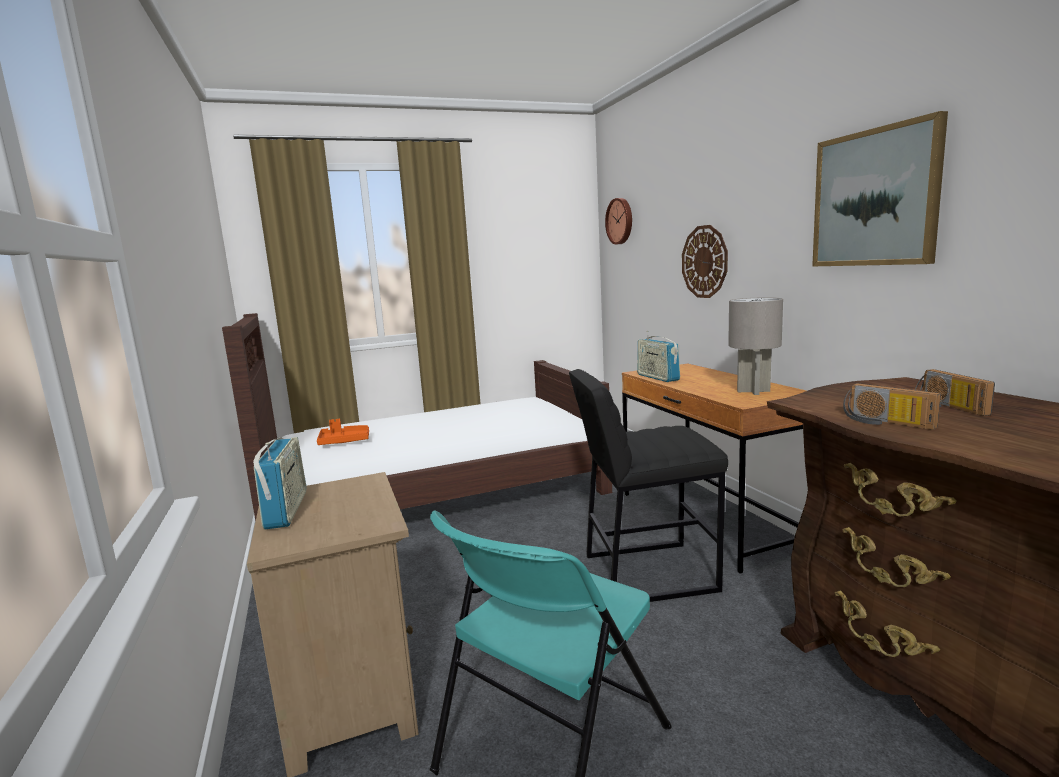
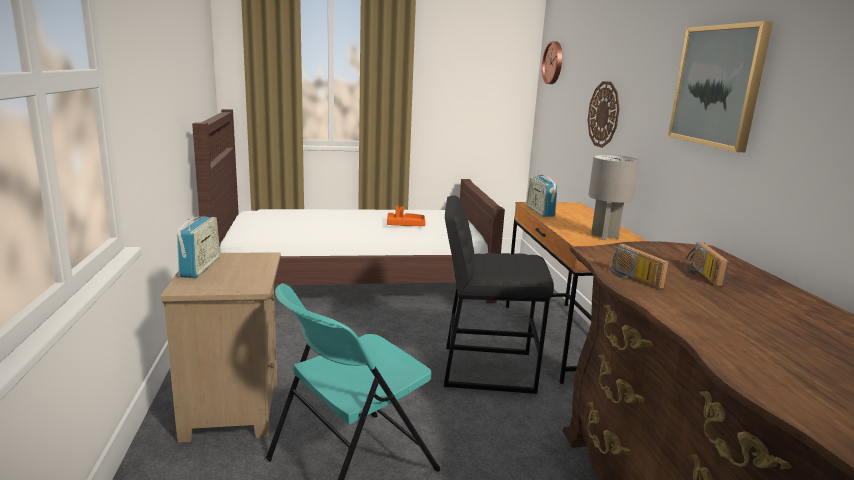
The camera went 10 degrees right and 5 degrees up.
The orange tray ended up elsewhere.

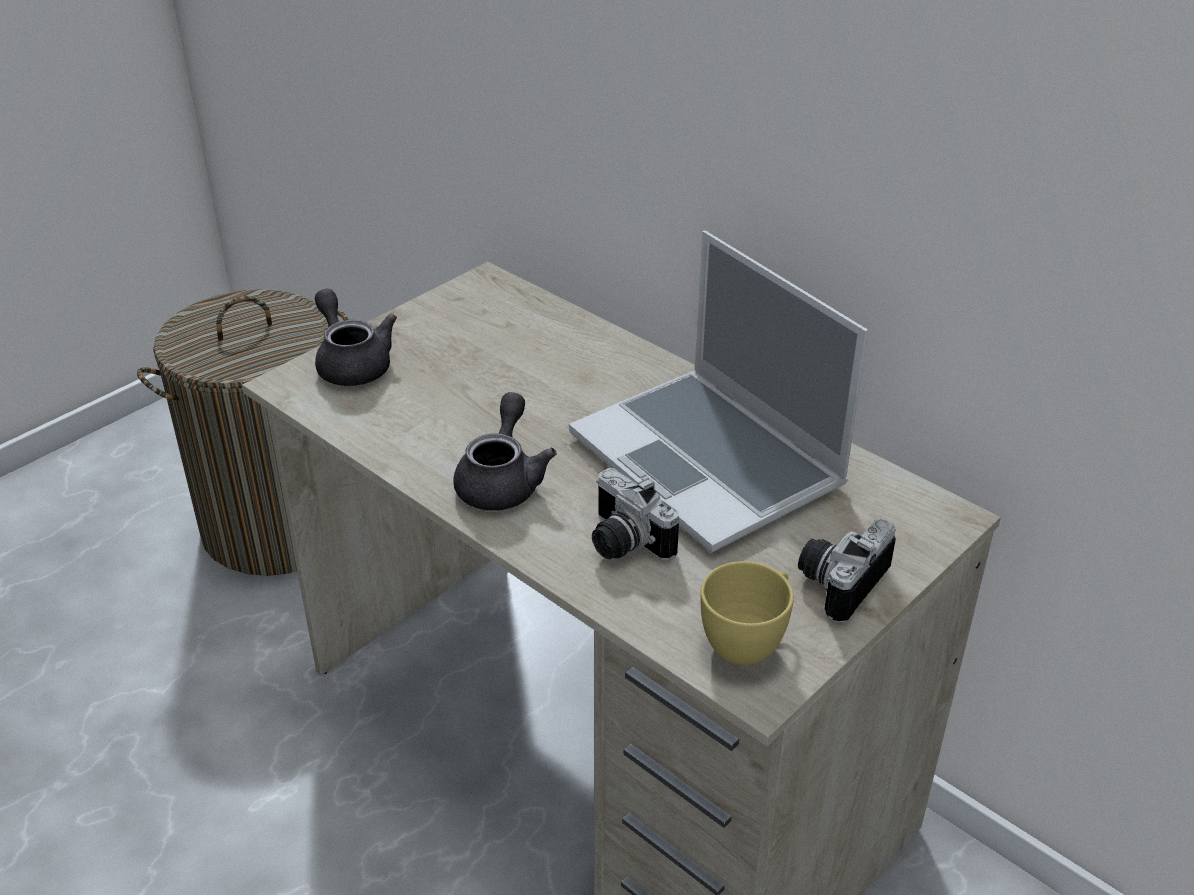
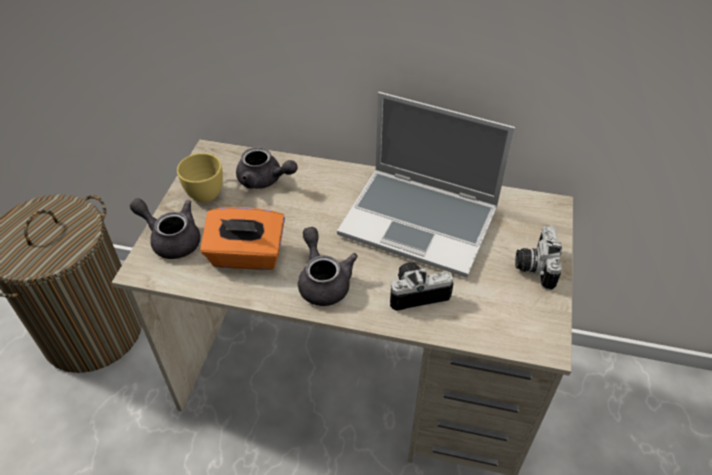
The camera went 30 degrees left and 10 degrees up.
The second view gained the orange tissue box.
The second view gained the gray teapot (2nd from left).
The yellowish drinking cup ended up elsewhere.
The still camera (1st from left) ended up facing another way, 150 degrees clockwise from before.

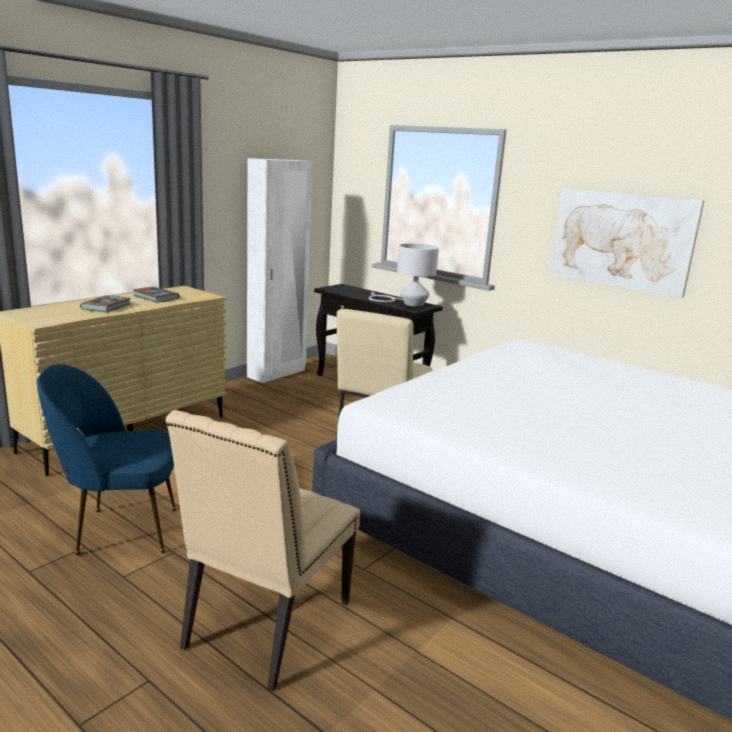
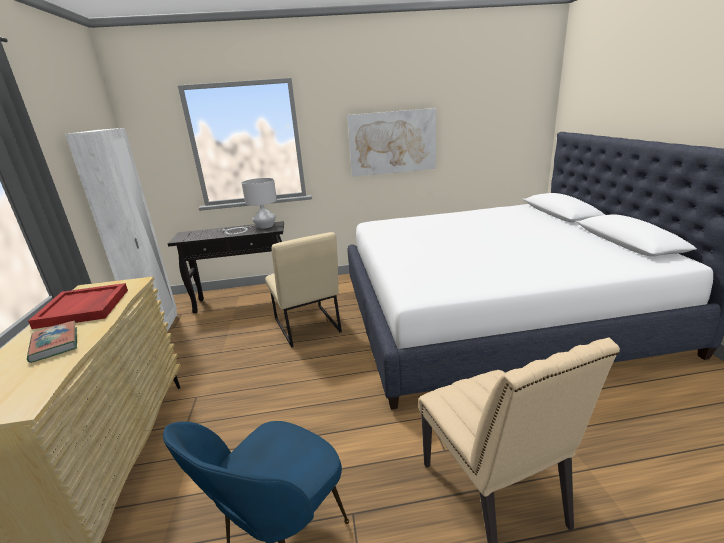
The camera went 45 degrees left and 5 degrees up.
Where the volume (2nd from left) stood, the reddish tray came to stand.

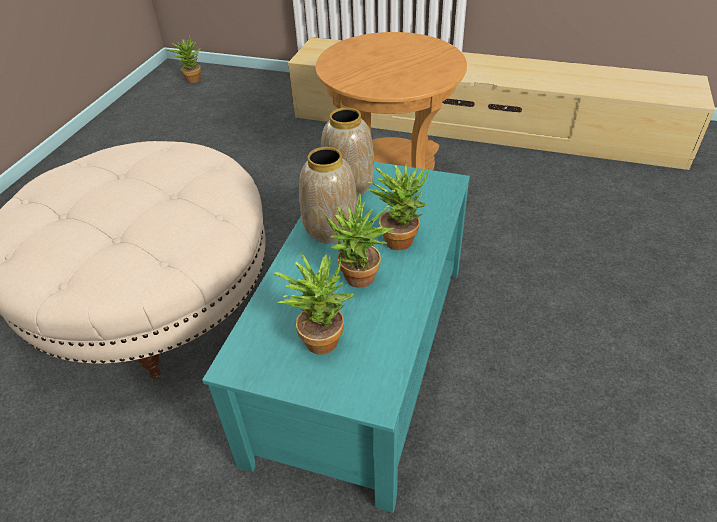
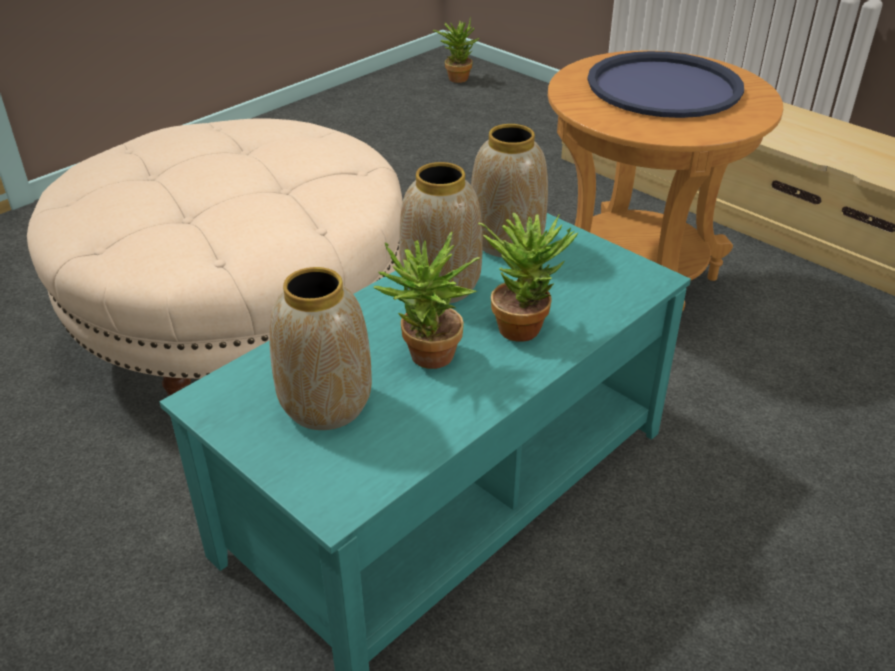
The camera went 25 degrees right and 5 degrees down.
The second view gained the bluish tray.
Where the potted plant (2nd from left) stood, the flower vase (1st from left) came to stand.

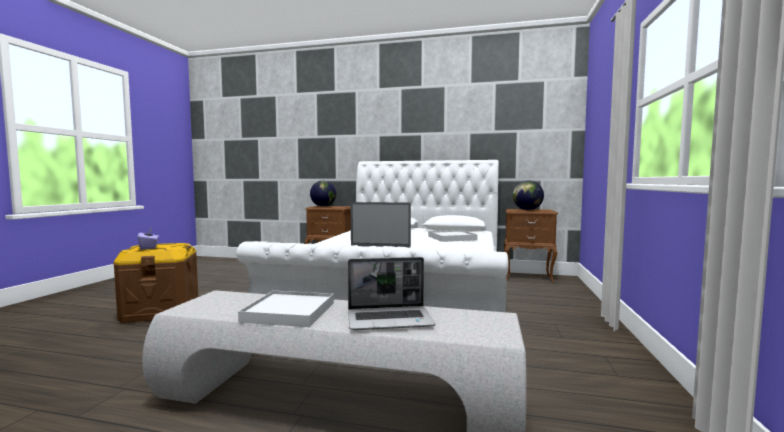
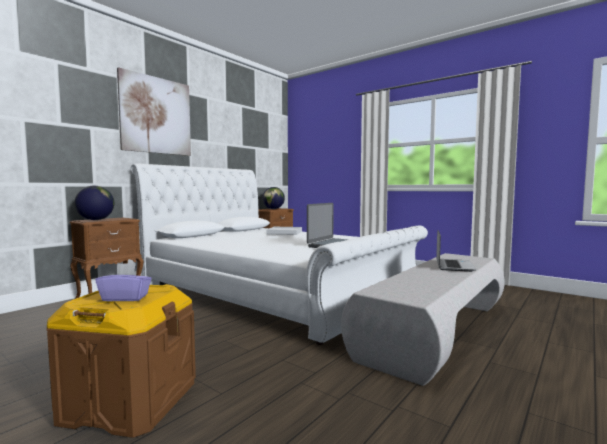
The camera went 65 degrees left and 0 degrees up.
The second view lost the white-coloured tray (1st from left).
The second view gained the picture.

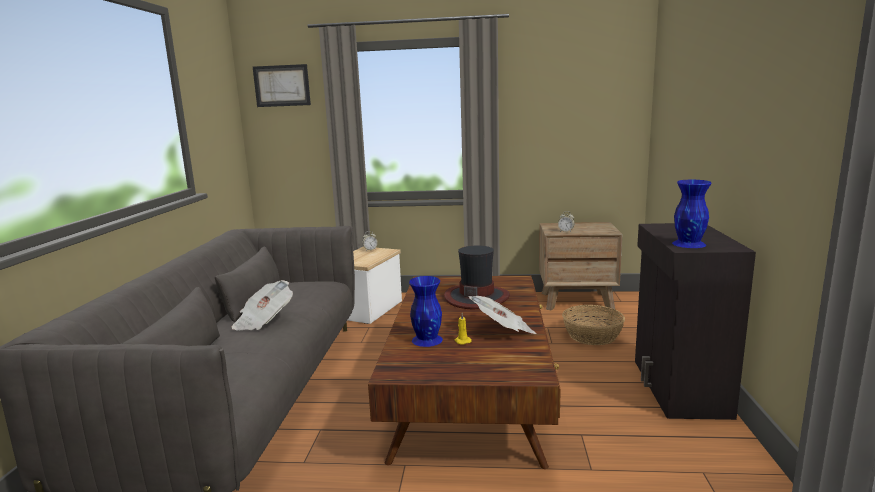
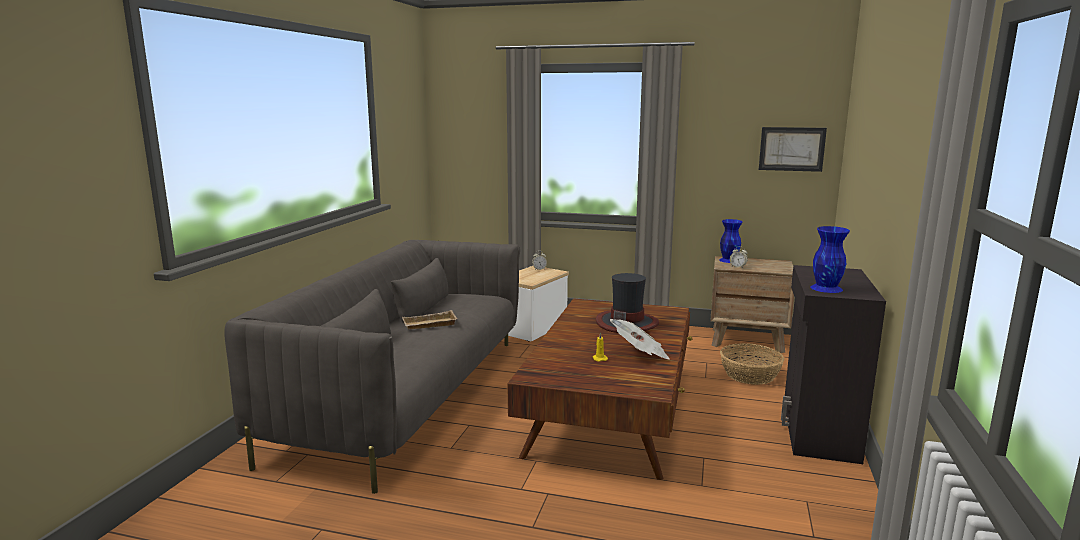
The camera went 10 degrees right and 0 degrees up.
The picture ended up elsewhere.
The bluish flower vase (1st from left) ended up elsewhere.
Where the newspaper (1st from left) stood, the sand-coloured tray came to stand.

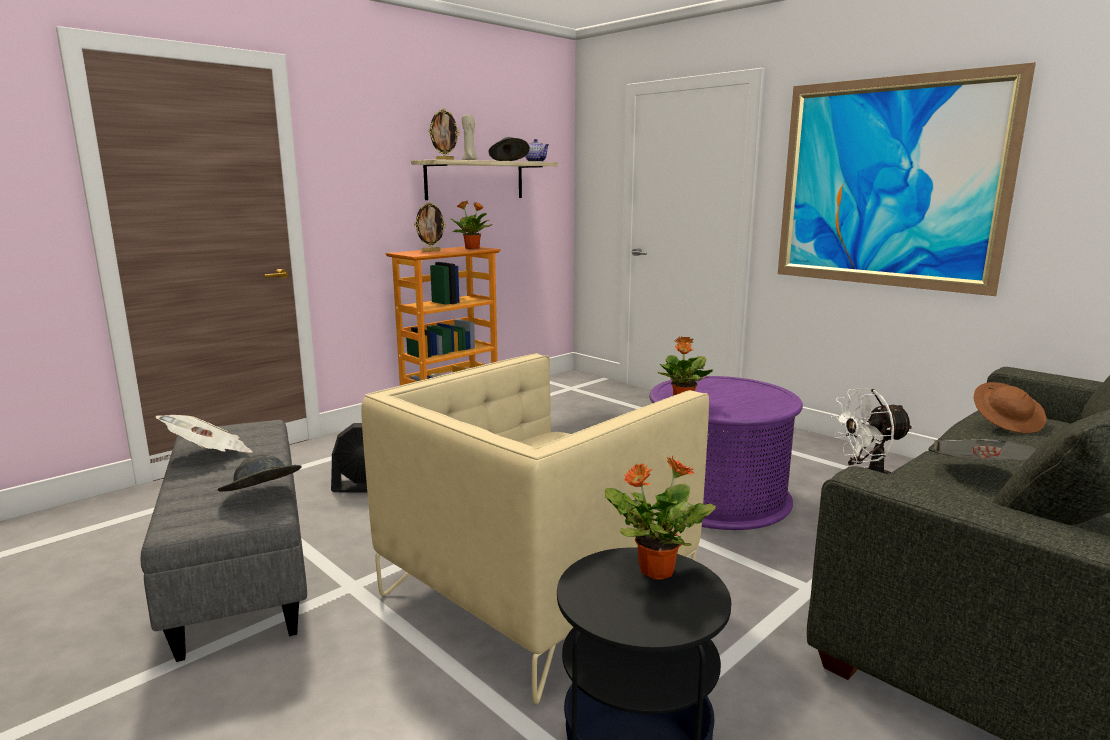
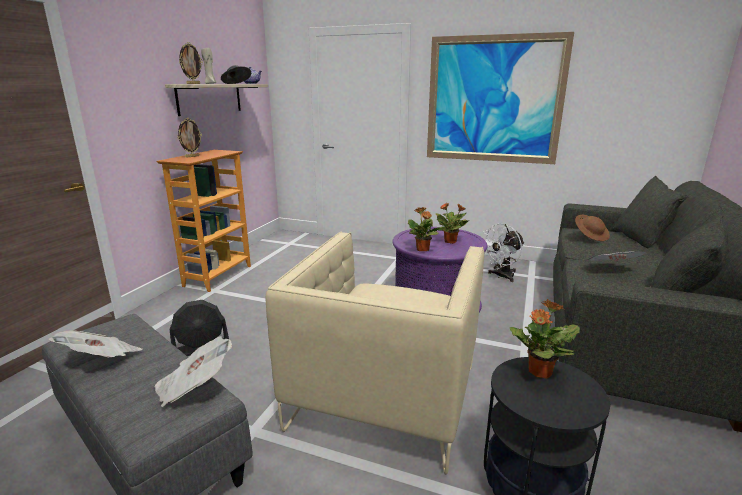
The camera went 25 degrees left and 5 degrees up.
The potted plant (1st from left in the first image) ended up elsewhere.
Where the gray hat (1st from left) stood, the newspaper (2nd from left) came to stand.

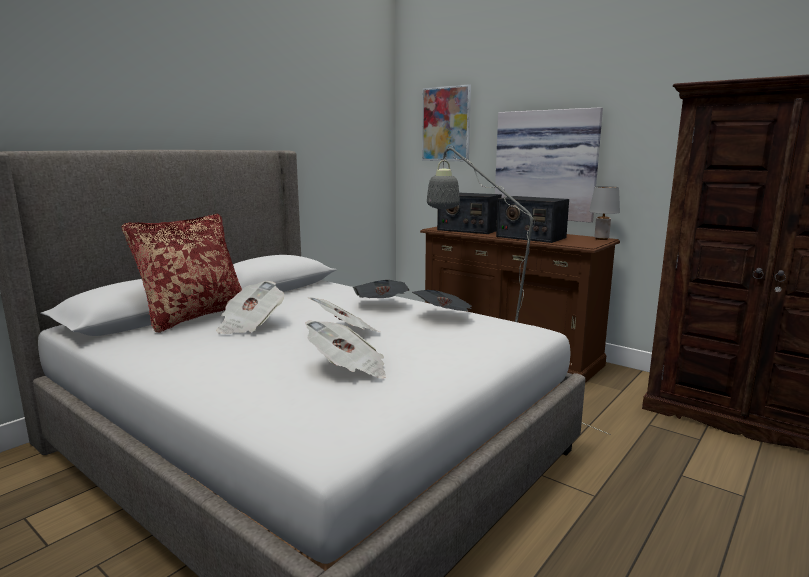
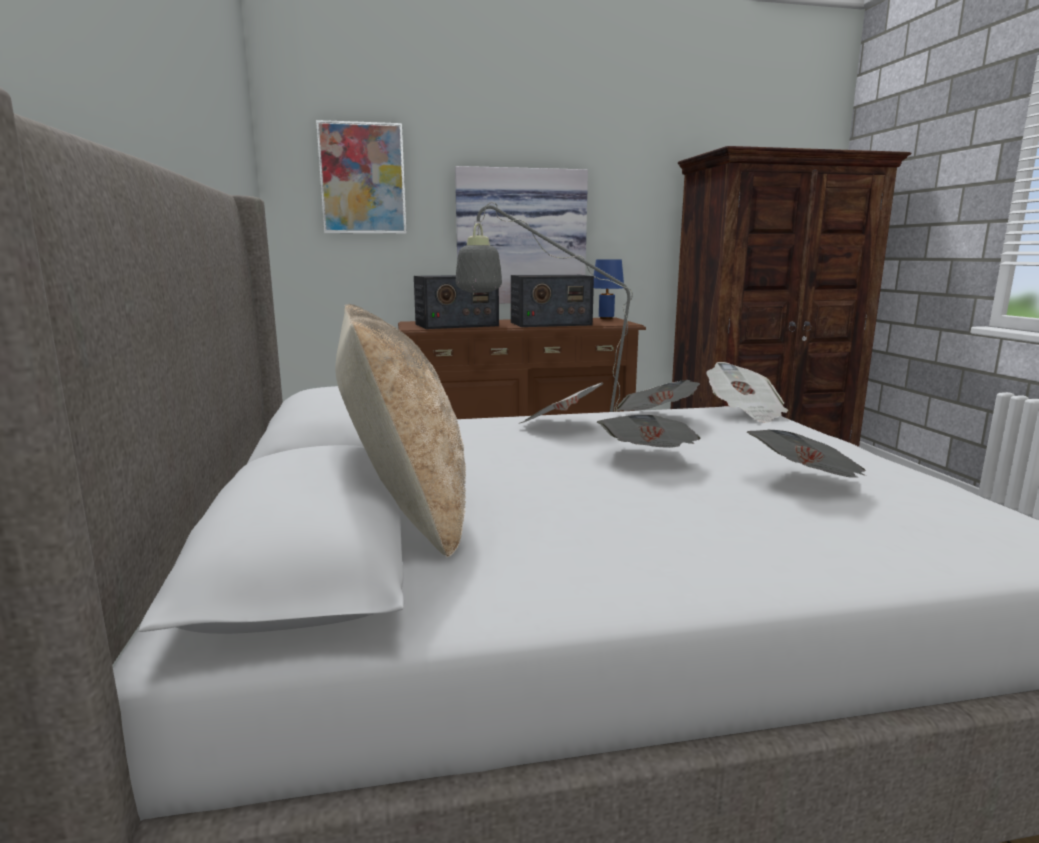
The camera went 50 degrees left and 0 degrees up.
The newspaper (1st from left in the first image) ended up elsewhere.
What was the reddish cushion turned into the sand-coloured cushion.
What was the gray table lamp turned into the bluish table lamp.

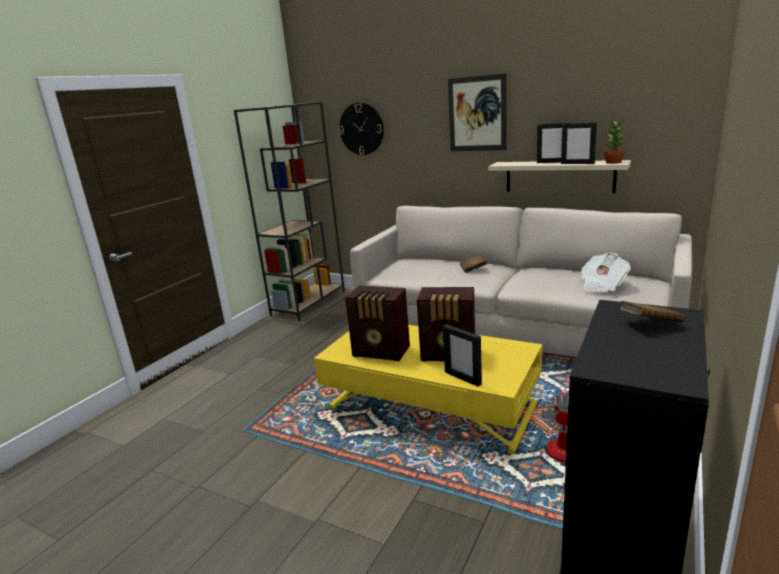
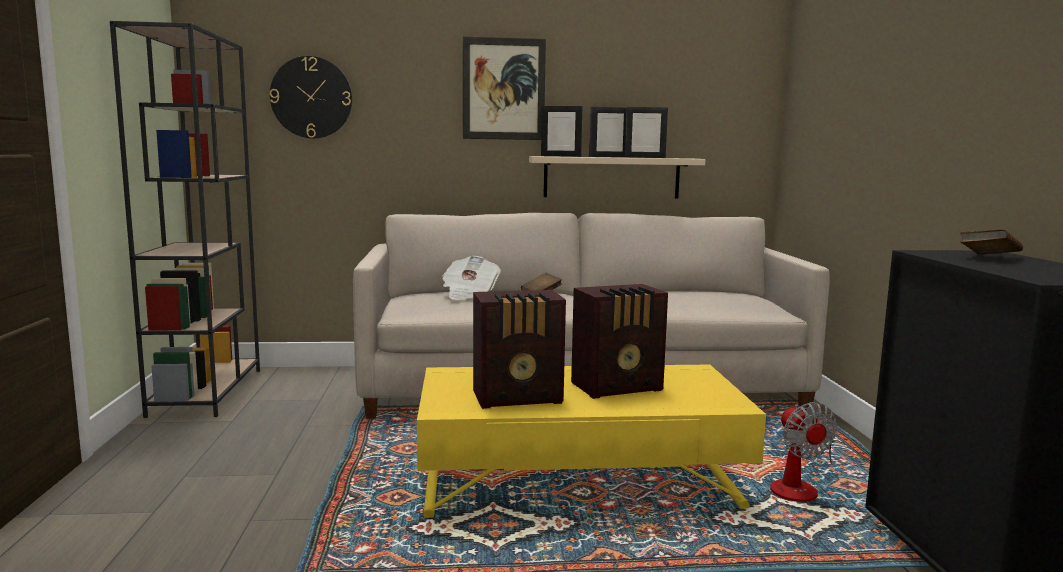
The camera went 35 degrees left and 10 degrees down.
The second view lost the potted plant.
The standing frame (1st from left) ended up elsewhere.
The newspaper ended up elsewhere.

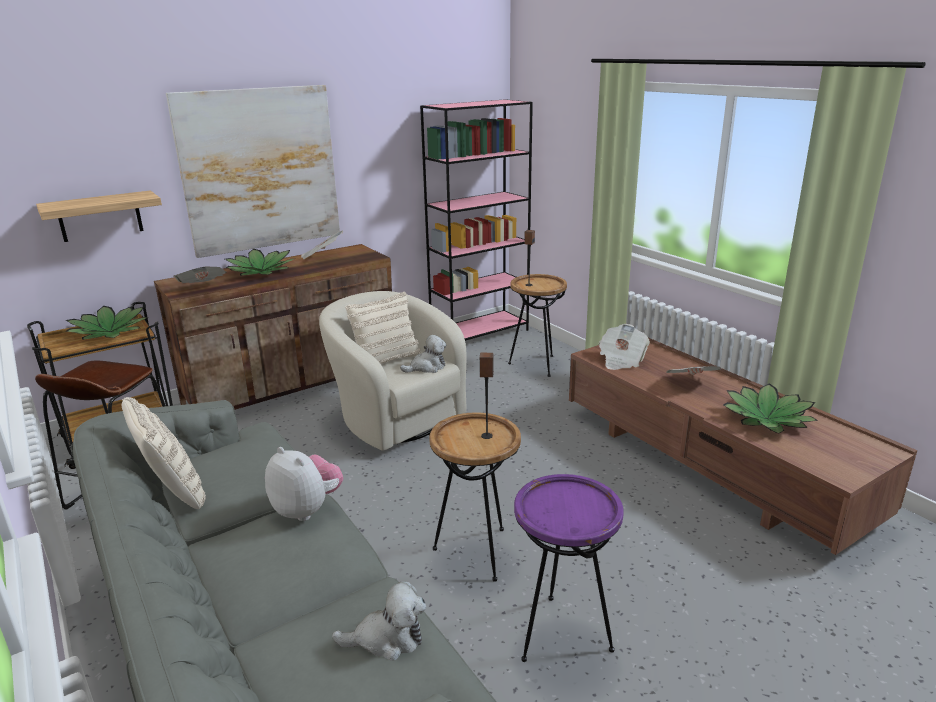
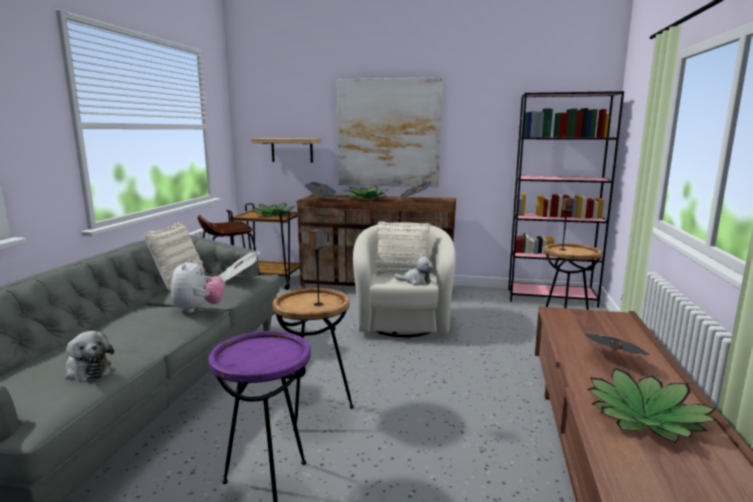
The camera went 45 degrees right and 10 degrees down.
The newspaper (3rd from left in the first image) ended up elsewhere.

